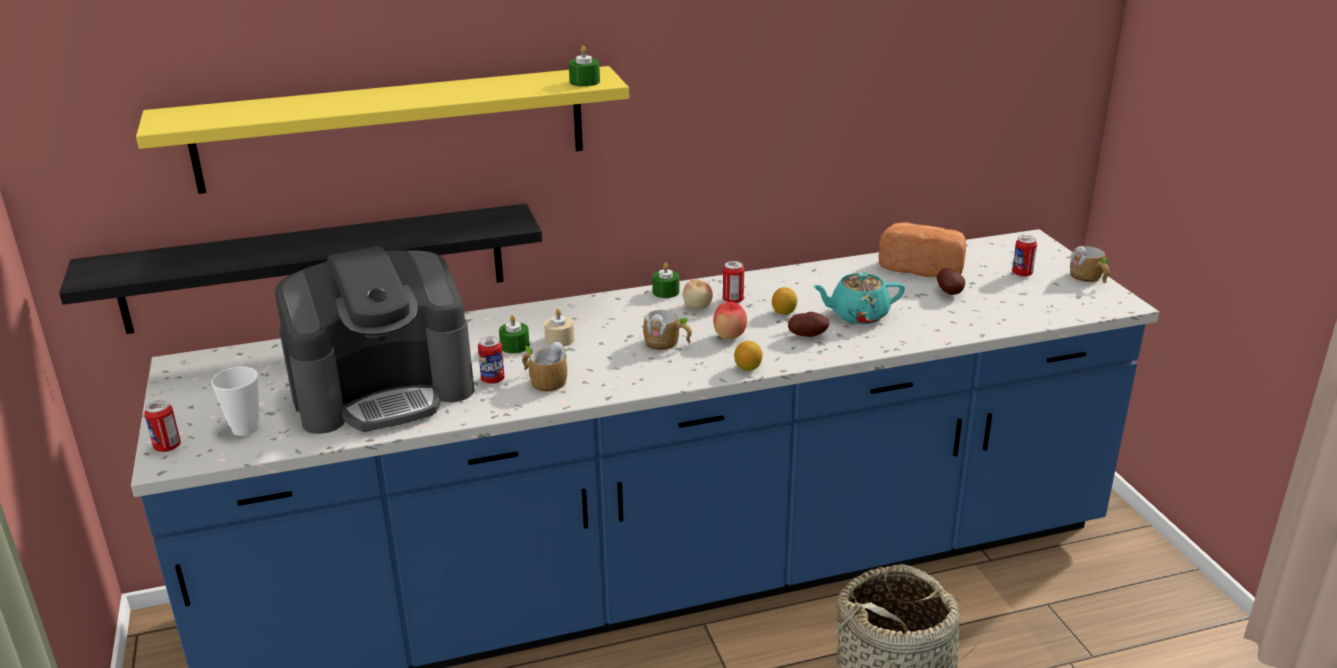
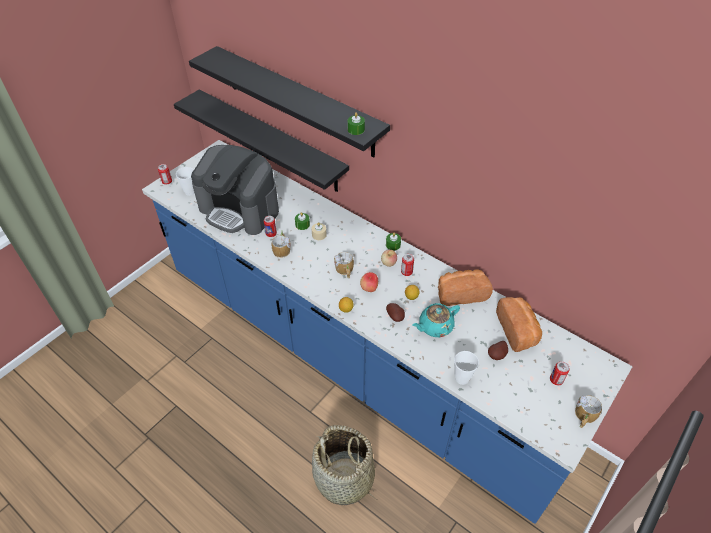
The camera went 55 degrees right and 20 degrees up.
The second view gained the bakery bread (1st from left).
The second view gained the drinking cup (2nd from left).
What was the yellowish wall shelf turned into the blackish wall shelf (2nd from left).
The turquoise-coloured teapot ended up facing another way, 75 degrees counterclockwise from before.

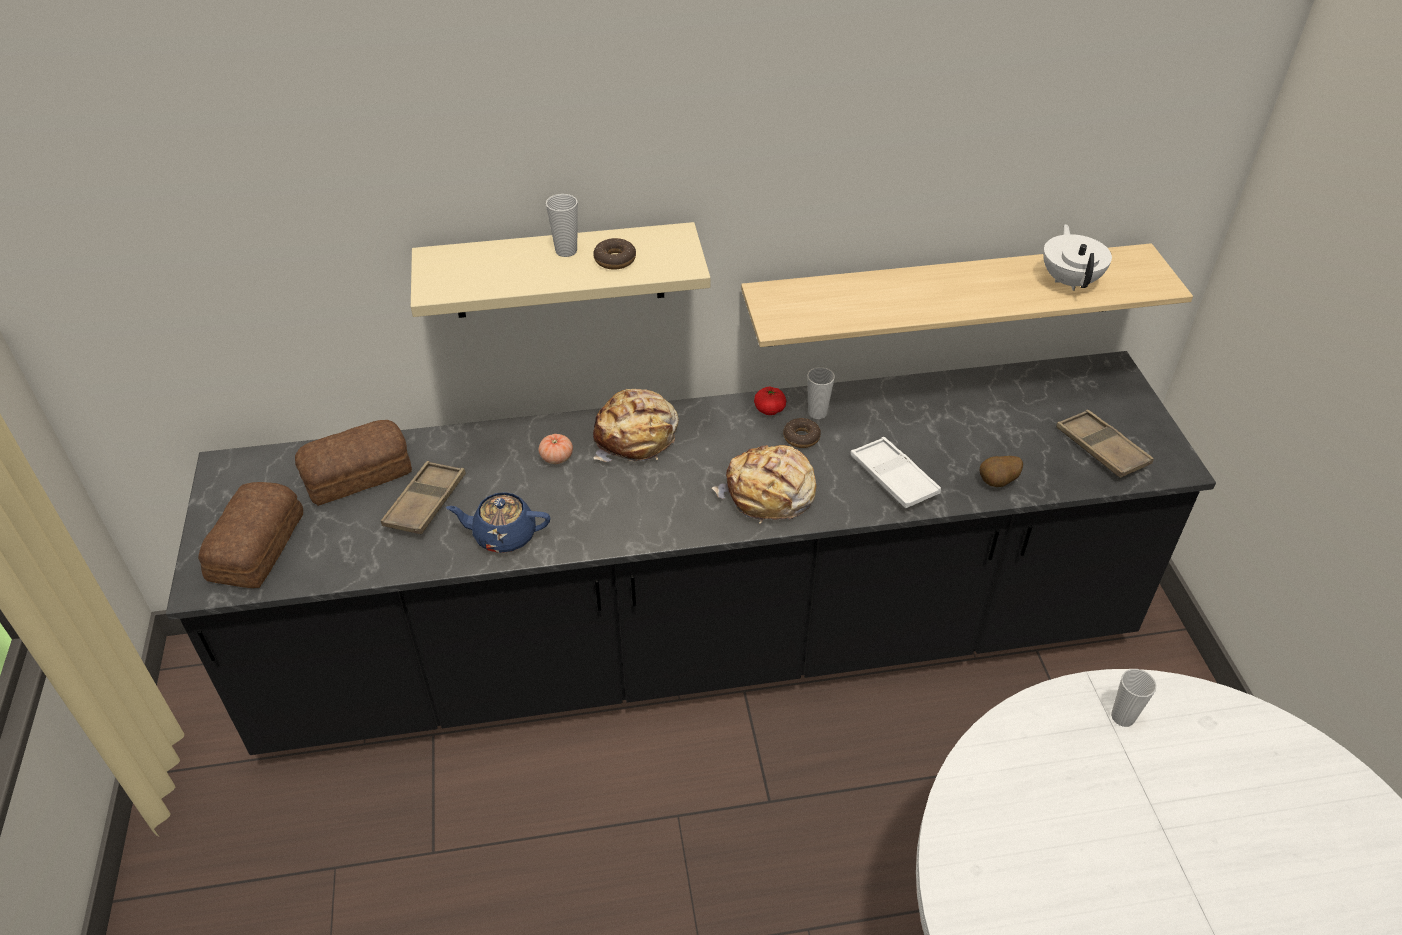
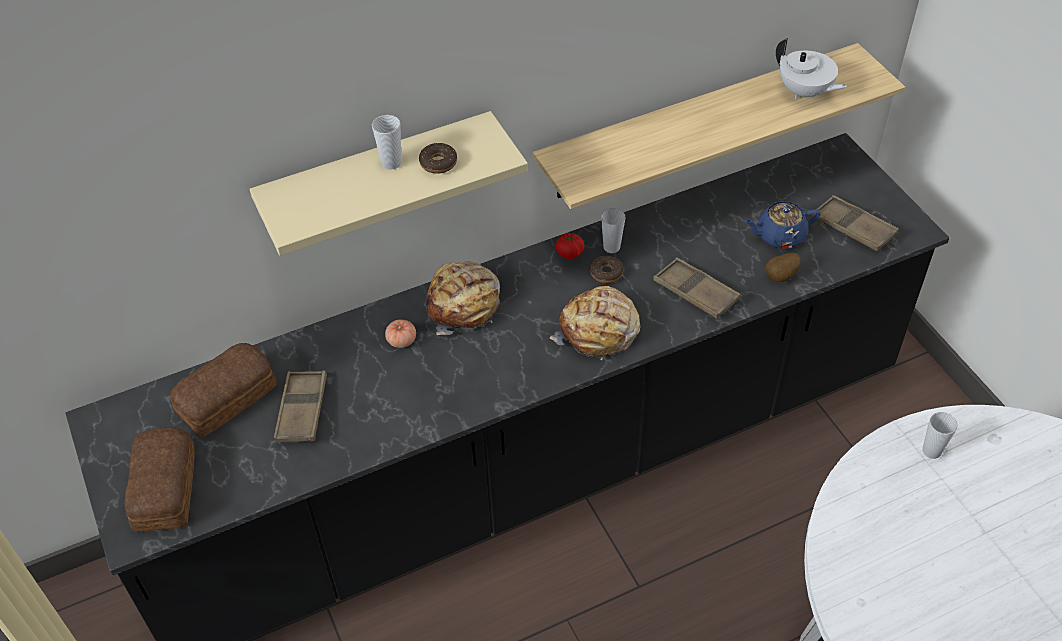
The camera went 15 degrees left and 5 degrees up.
The bluish teapot ended up elsewhere.
What was the white-coloured tray turned into the brown-coloured tray (2nd from left).
The white-coloured teapot ended up facing another way, 150 degrees clockwise from before.

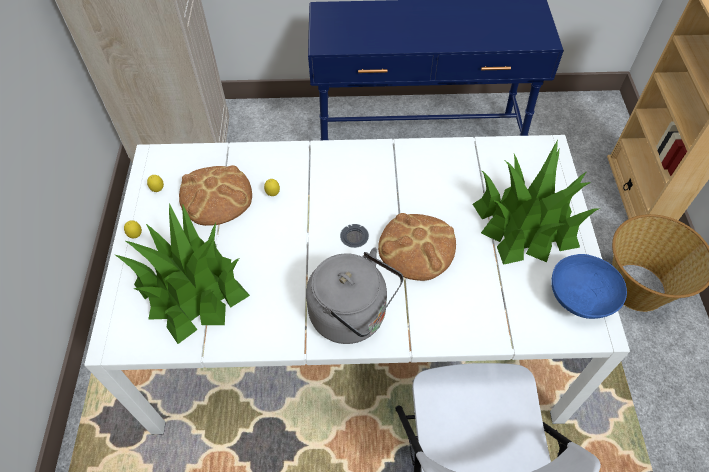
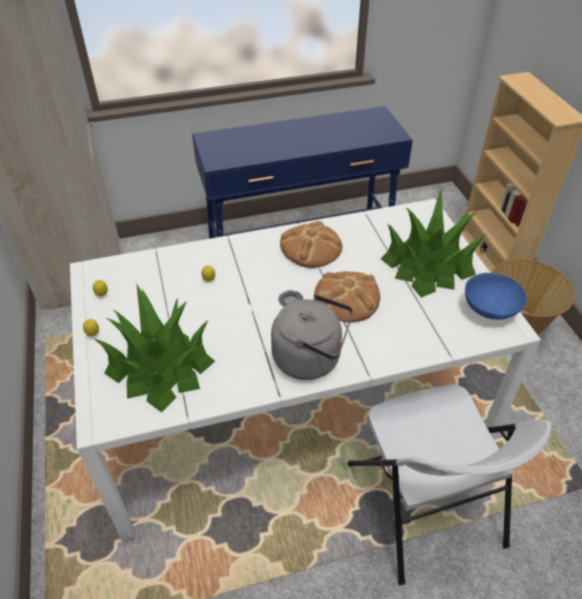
The camera went 15 degrees left and 10 degrees down.
The bakery bread (1st from left) ended up elsewhere.

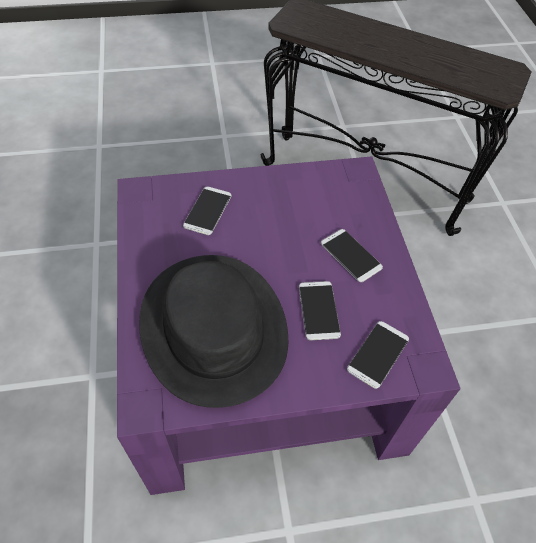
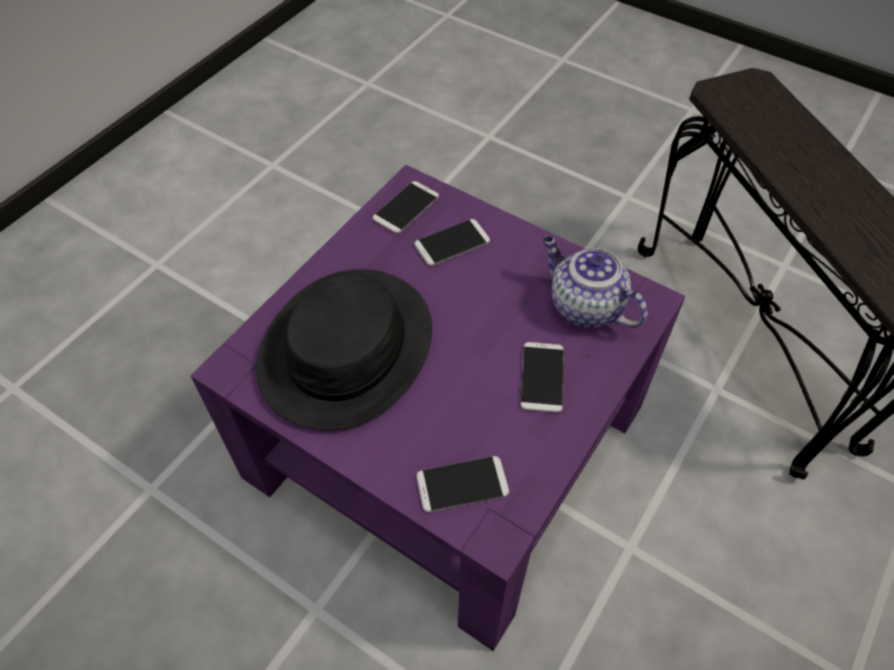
The camera went 45 degrees right and 0 degrees up.
The second view gained the teapot.
The phone (2nd from left in the first image) ended up elsewhere.

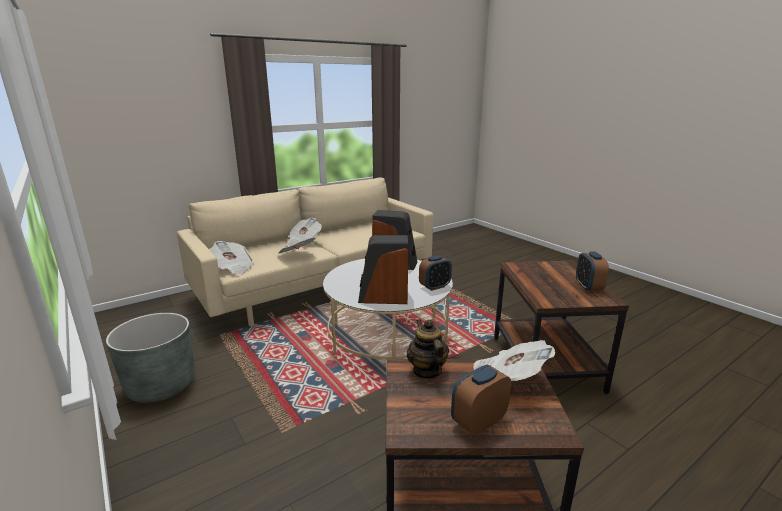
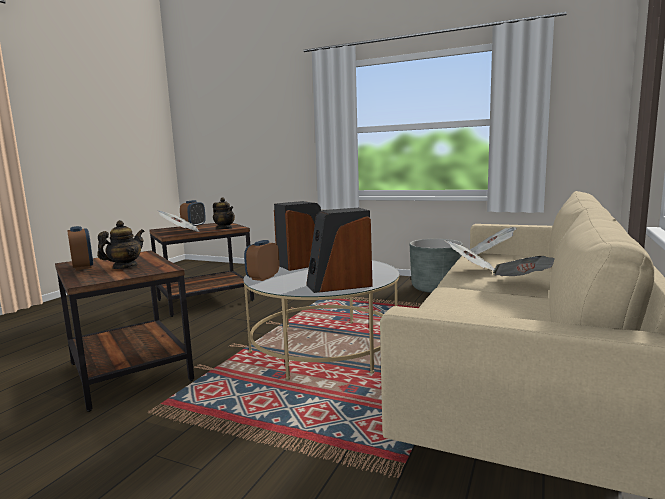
The camera went 150 degrees right and 10 degrees down.
The second view gained the teapot (1st from left).

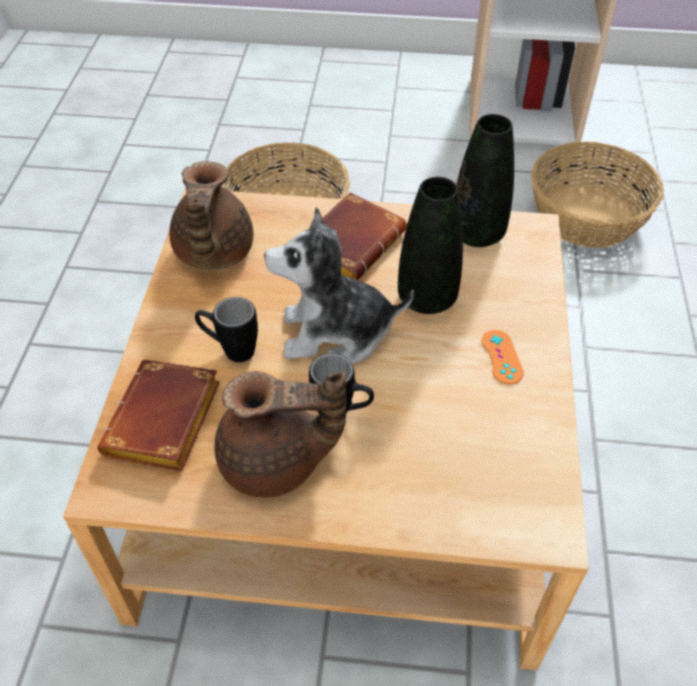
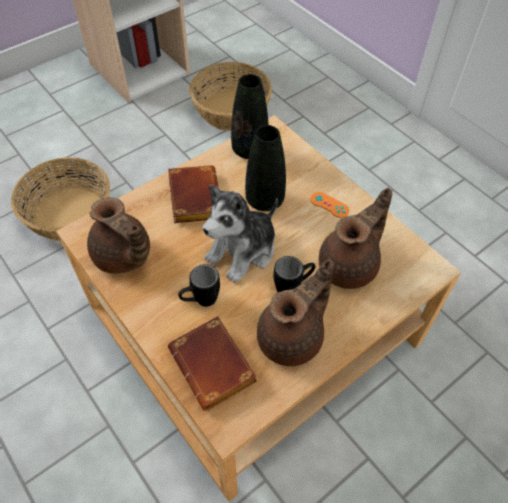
The camera went 45 degrees left and 5 degrees up.
The second view gained the brown-coloured teapot (3rd from left).

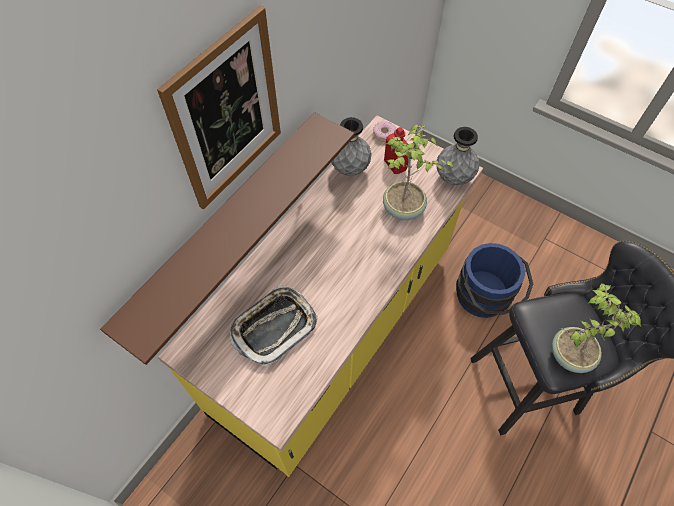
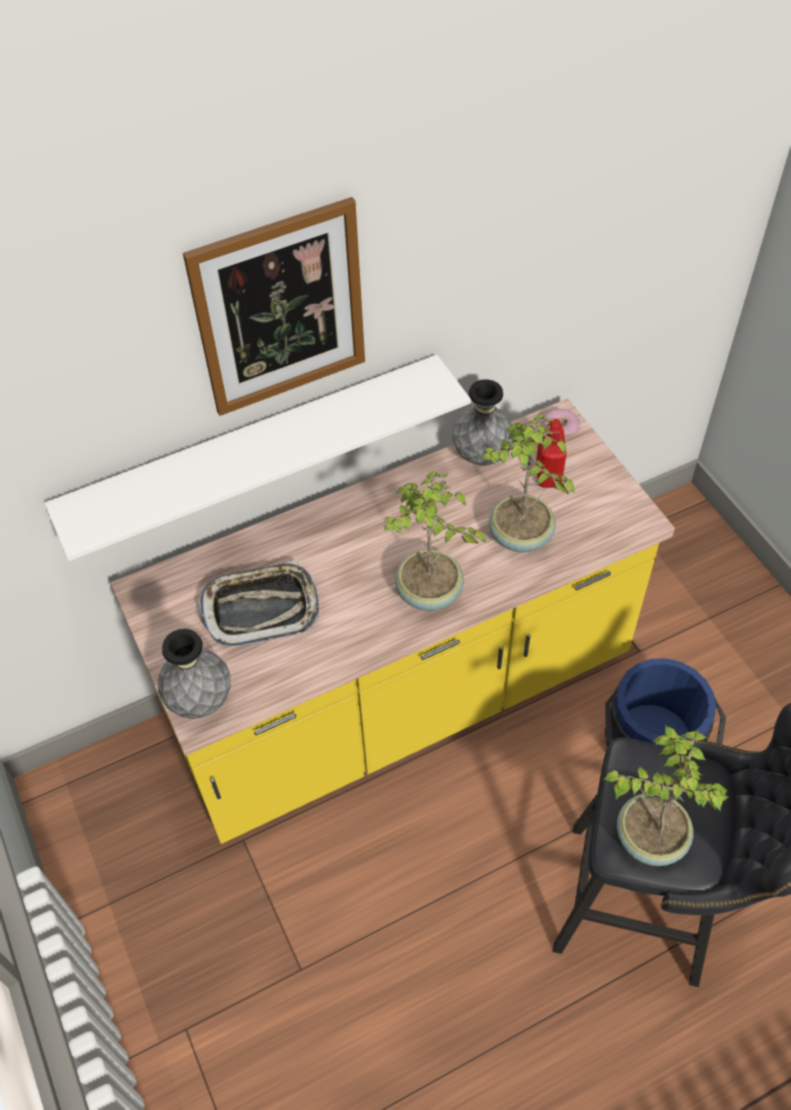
The camera went 30 degrees right and 5 degrees down.
The second view gained the potted plant (1st from left).
The gray flower vase (2nd from left in the first image) ended up elsewhere.
What was the brown-coloured wall shelf turned into the white-coloured wall shelf.

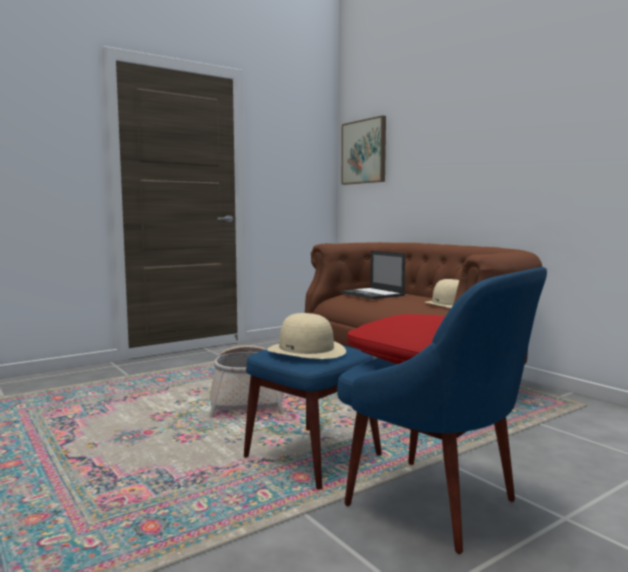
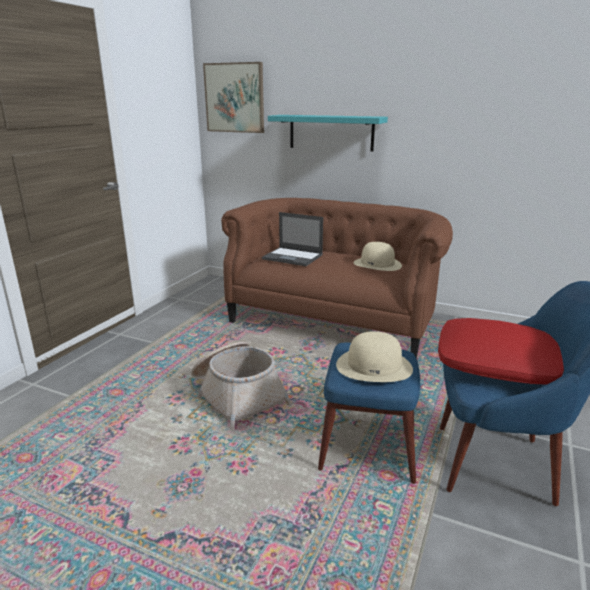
The camera went 30 degrees left and 15 degrees up.
The second view gained the turquoise-coloured wall shelf.

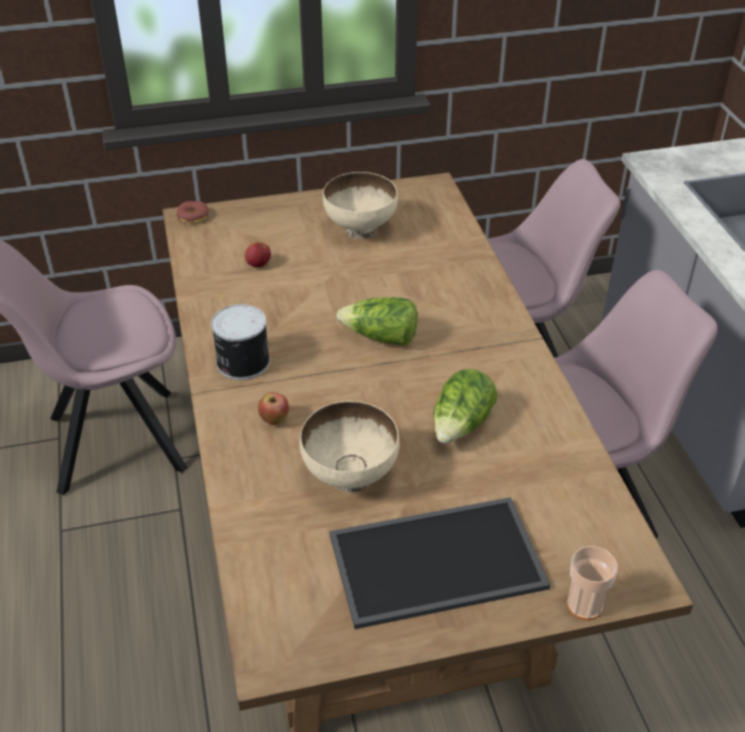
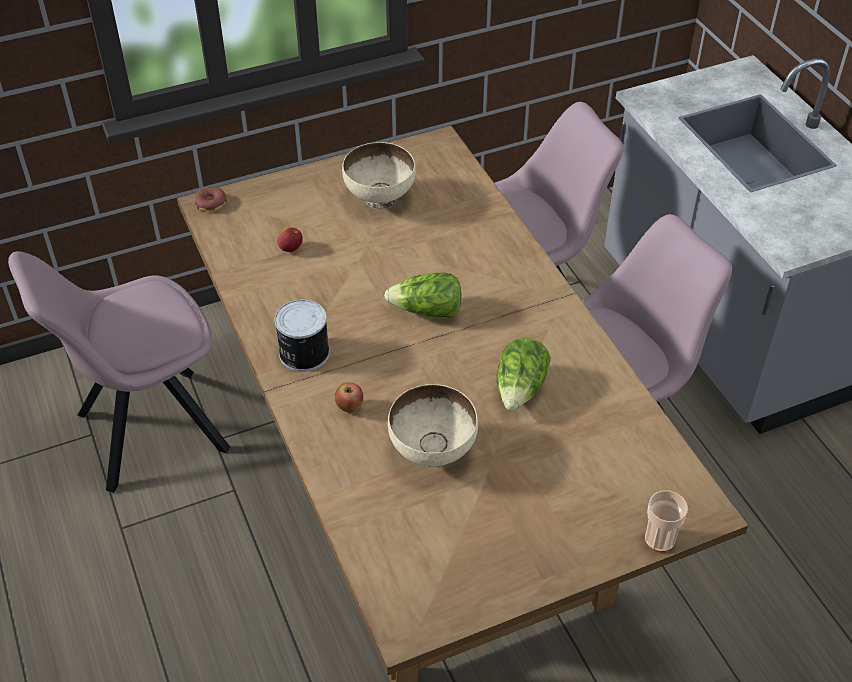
The camera went 10 degrees left and 5 degrees up.
The second view lost the tray.

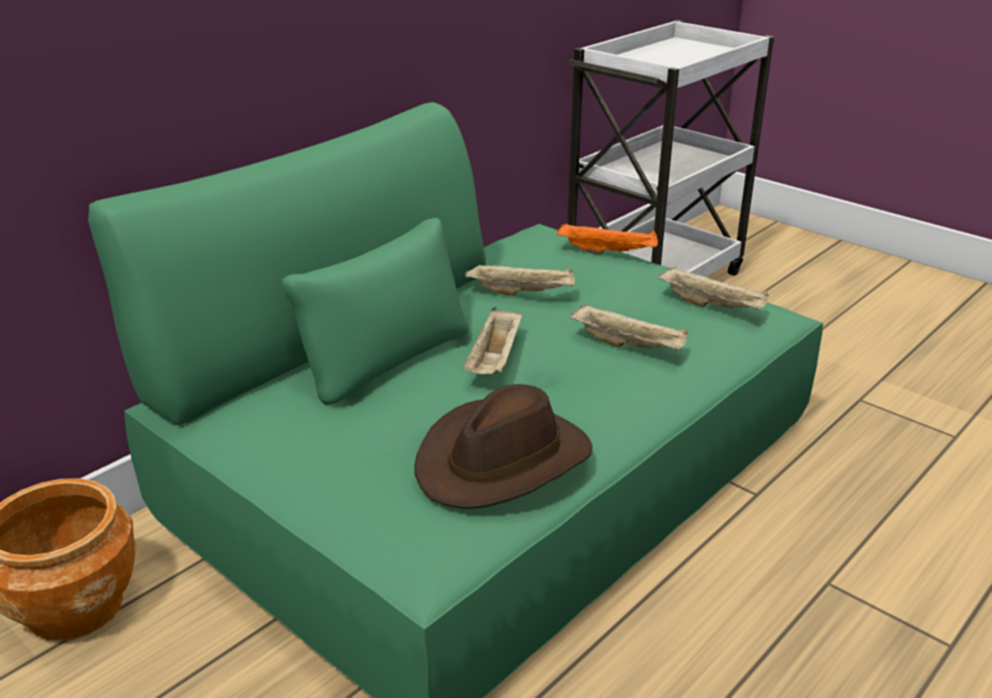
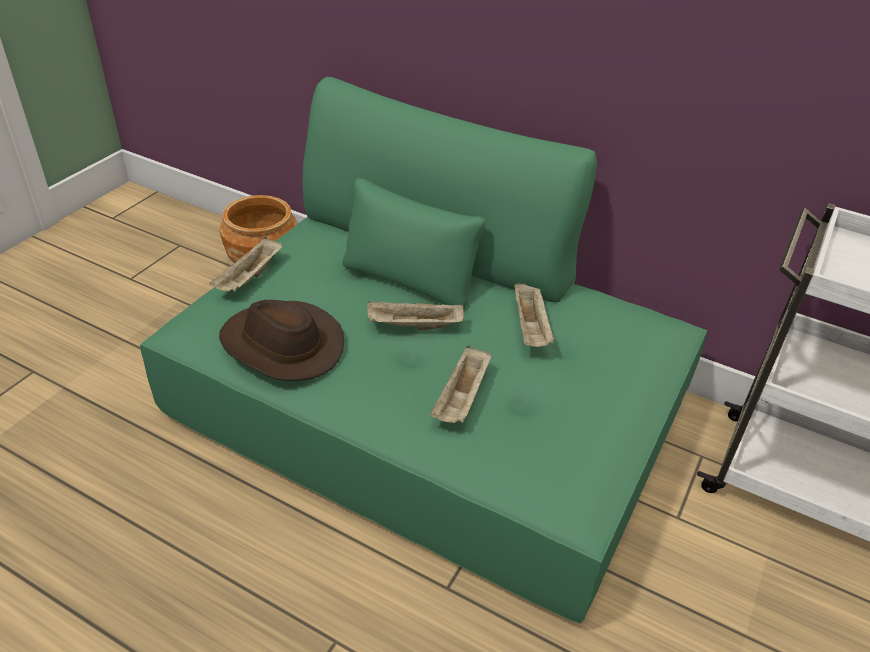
The camera went 75 degrees right and 10 degrees up.
The second view lost the orange tray.
The sand-coloured tray (4th from left in the first image) ended up elsewhere.

